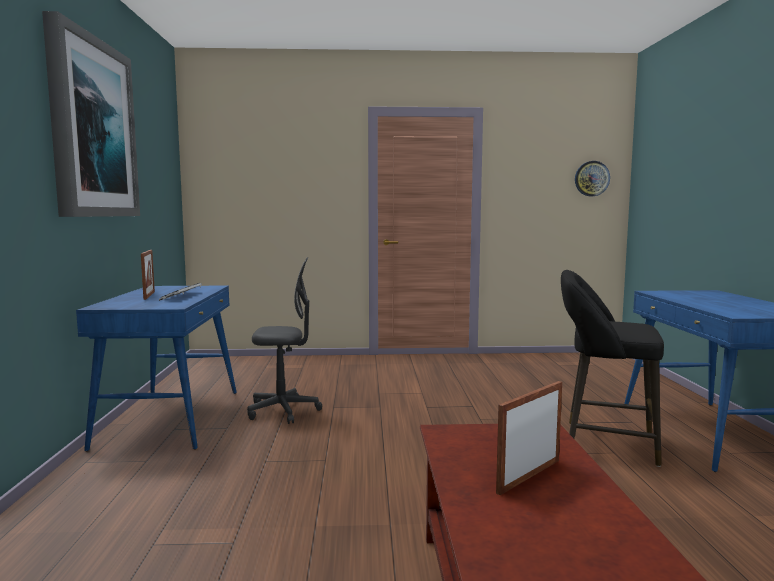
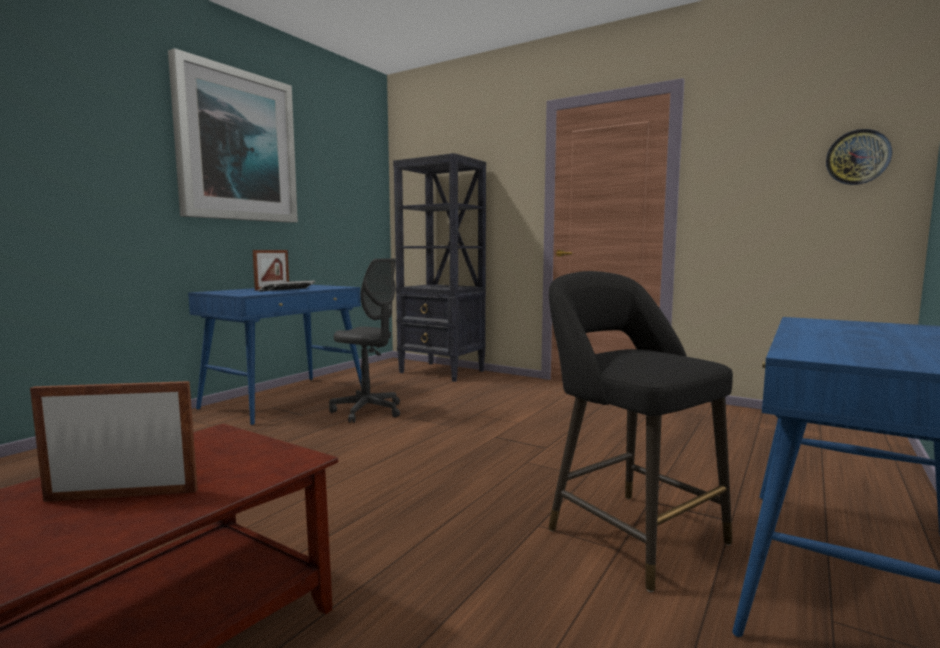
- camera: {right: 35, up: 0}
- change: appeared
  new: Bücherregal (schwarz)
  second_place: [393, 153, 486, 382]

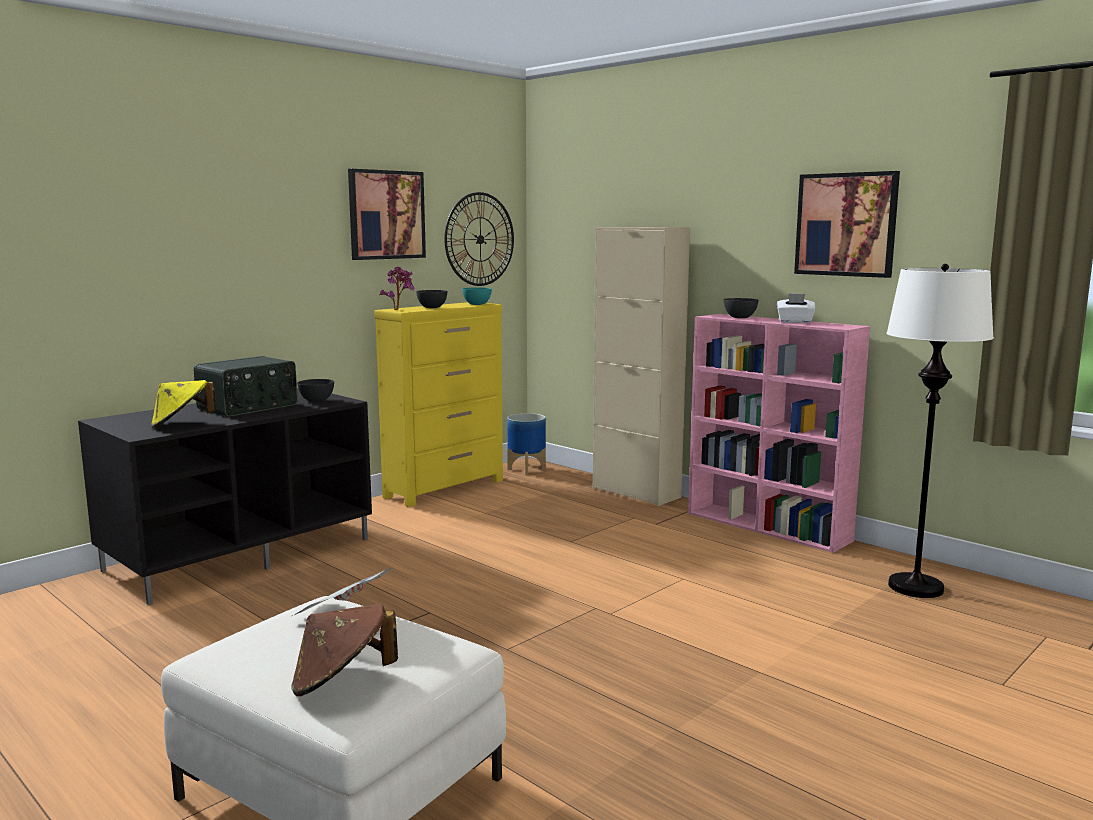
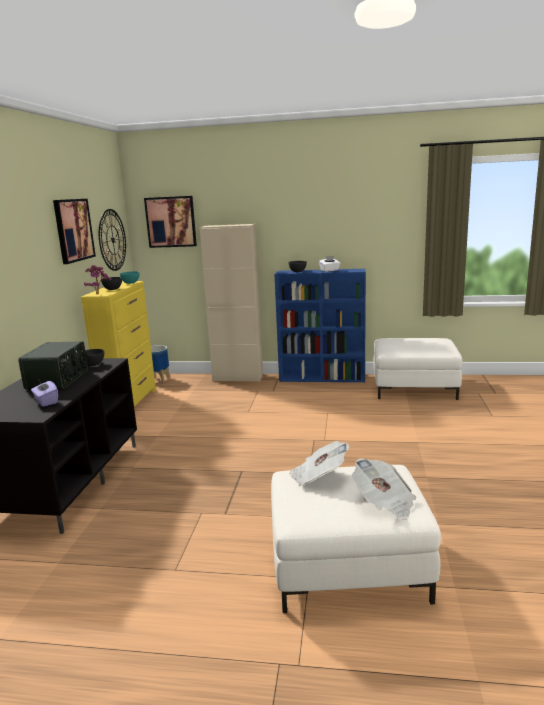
- camera: {right: -35, up: 5}
- change: exchanged
  old: Hut (gelb)
  new: Taschentuchbox (lila)
  first_place: [151, 380, 216, 428]
  second_place: [31, 381, 58, 407]
- change: exchanged
  old: Hut (braun)
  new: Zeitung
  first_place: [291, 604, 398, 696]
  second_place: [352, 458, 416, 520]
- change: colour
  old: Bücherregal (rosa)
  new: Bücherregal (blau)
  first_place: [688, 314, 870, 553]
  second_place: [274, 269, 366, 382]
- change: relocated
  old: Bild
  first_place: [794, 171, 900, 278]
  second_place: [144, 196, 197, 248]
- change: exchanged
  old: Stehlampe (weiß)
  new: Polsterhocker (weiß)
  first_place: [886, 264, 994, 598]
  second_place: [374, 338, 462, 400]

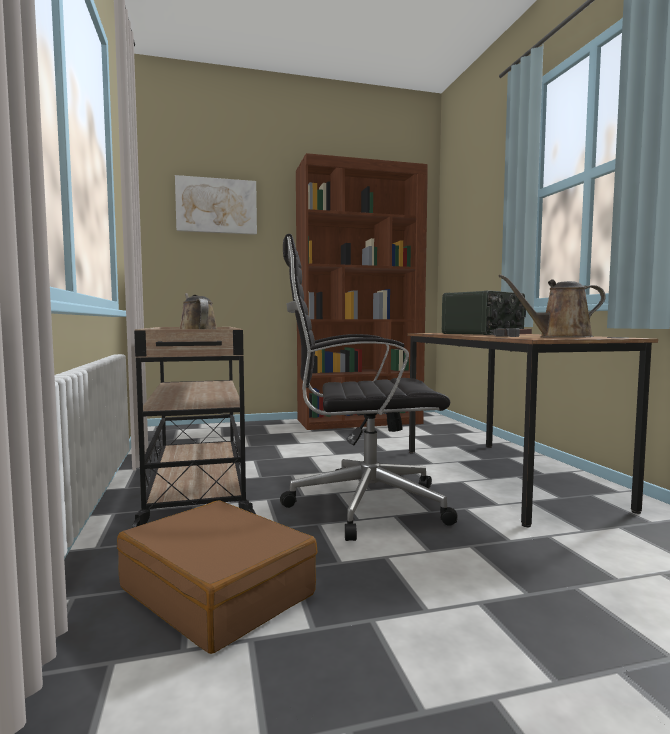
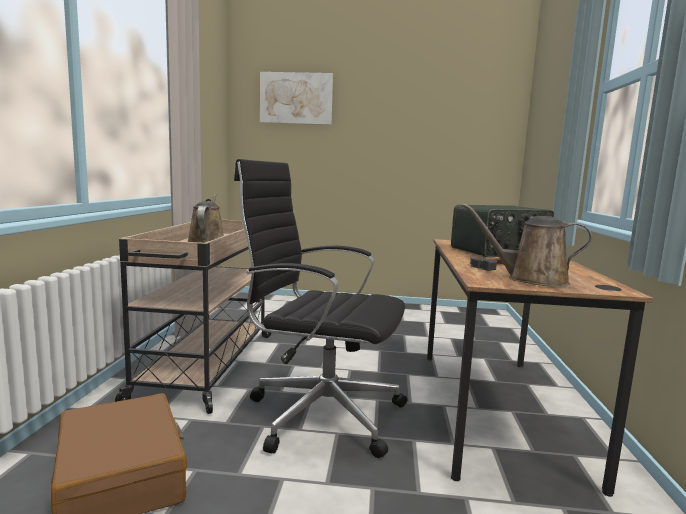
- camera: {right: 20, up: 5}
- change: missing
  old: Bücherregal (braun)
  first_place: [296, 153, 428, 430]

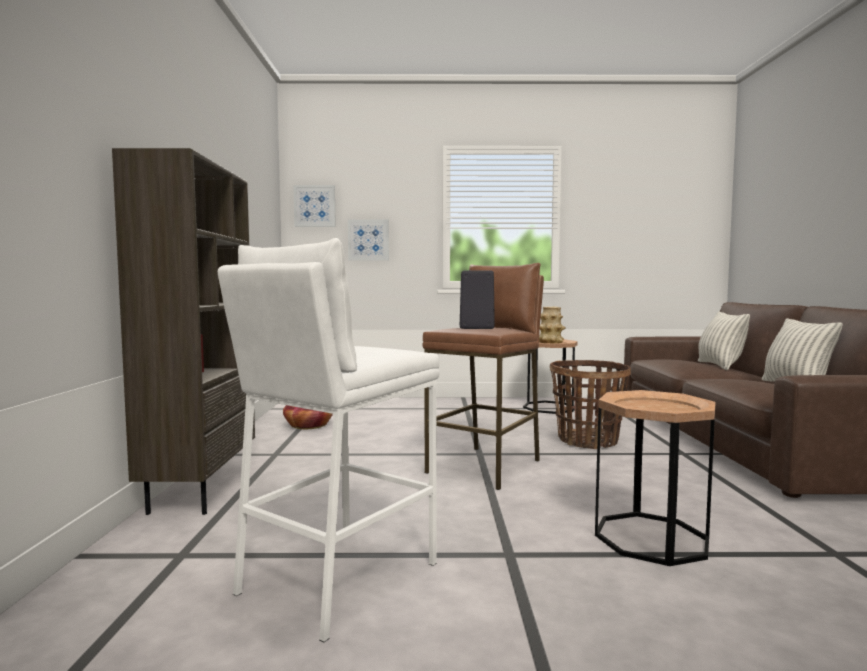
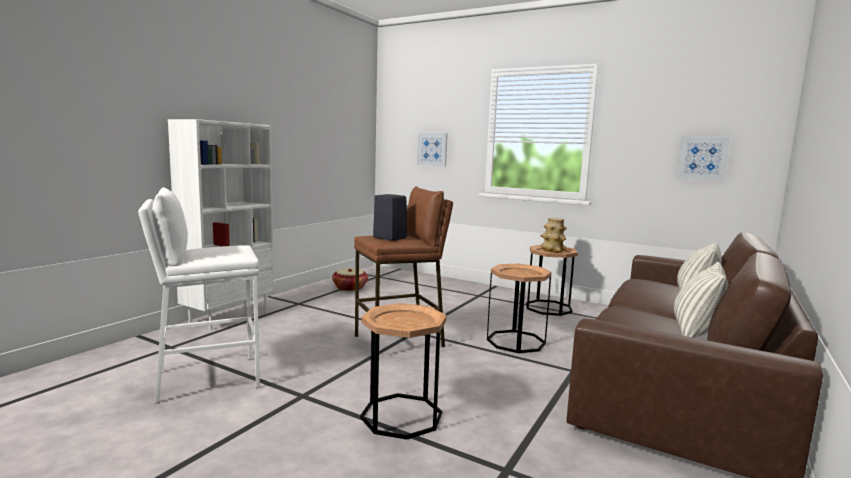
- camera: {right: 30, up: 5}
- change: colour
  old: Bücherregal (braun)
  new: Bücherregal (weiß)
  first_place: [112, 148, 255, 515]
  second_place: [168, 119, 274, 330]
- change: relocated
  old: Bild
  first_place: [293, 185, 336, 227]
  second_place: [677, 136, 731, 181]
- change: exchanged
  old: Korb
  new: Beistelltisch (braun)
  first_place: [550, 360, 631, 449]
  second_place: [487, 264, 551, 353]

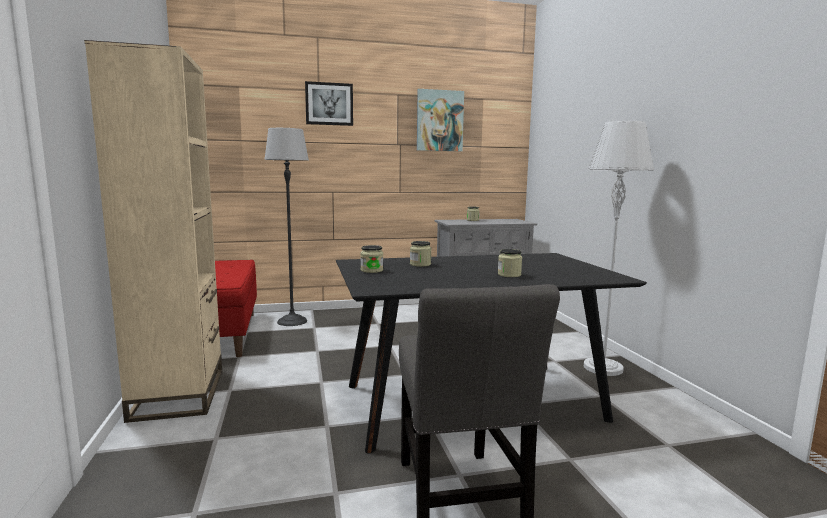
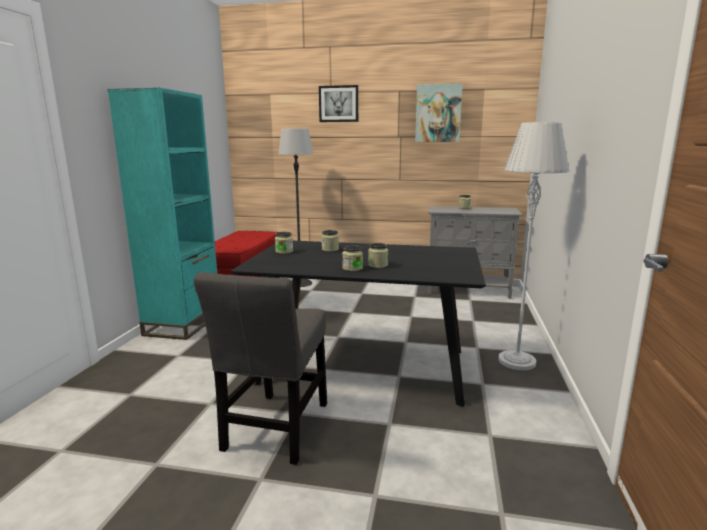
- camera: {right: 25, up: 5}
- change: colour
  old: Bücherregal (beige)
  new: Bücherregal (türkis)
  first_place: [84, 40, 222, 423]
  second_place: [108, 88, 217, 340]
- change: appeared
  new: Vorratsglas
  second_place: [342, 246, 363, 271]

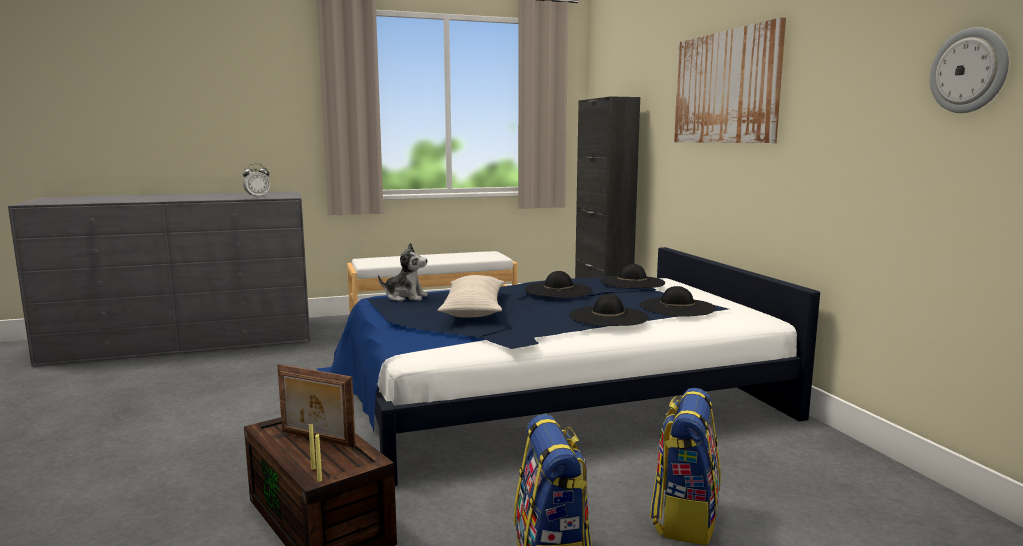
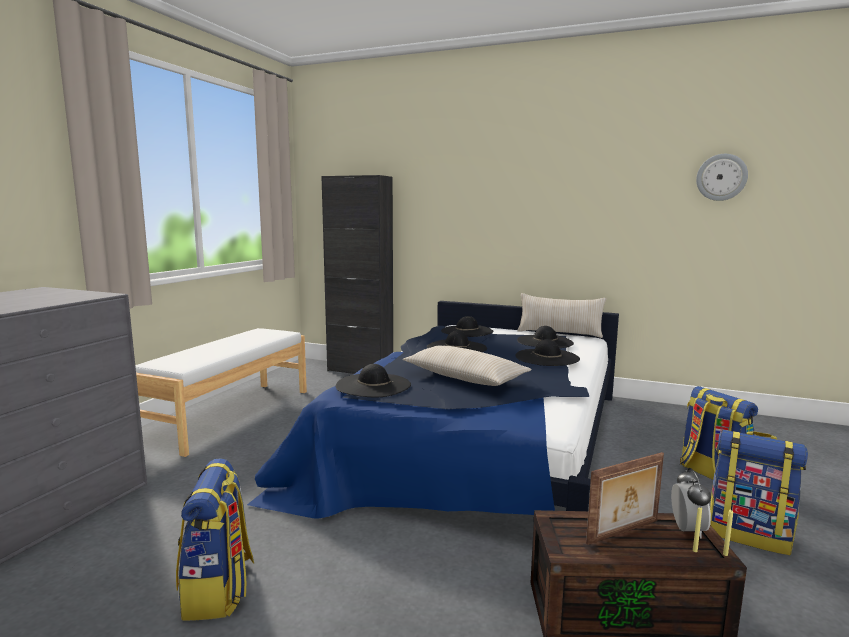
- camera: {right: -50, up: 0}
- change: relocated
  old: Wecker
  first_place: [243, 163, 270, 198]
  second_place: [671, 468, 711, 538]
- change: exchanged
  old: Plüschtier
  new: Hut (schwarz)
  first_place: [378, 243, 428, 301]
  second_place: [336, 364, 411, 397]
- change: missing
  old: Bild
  first_place: [674, 17, 786, 143]
- change: appeared
  new: Rucksack
  second_place: [176, 458, 254, 621]
- change: appeared
  new: Kissen (beige)
  second_place: [517, 293, 606, 338]

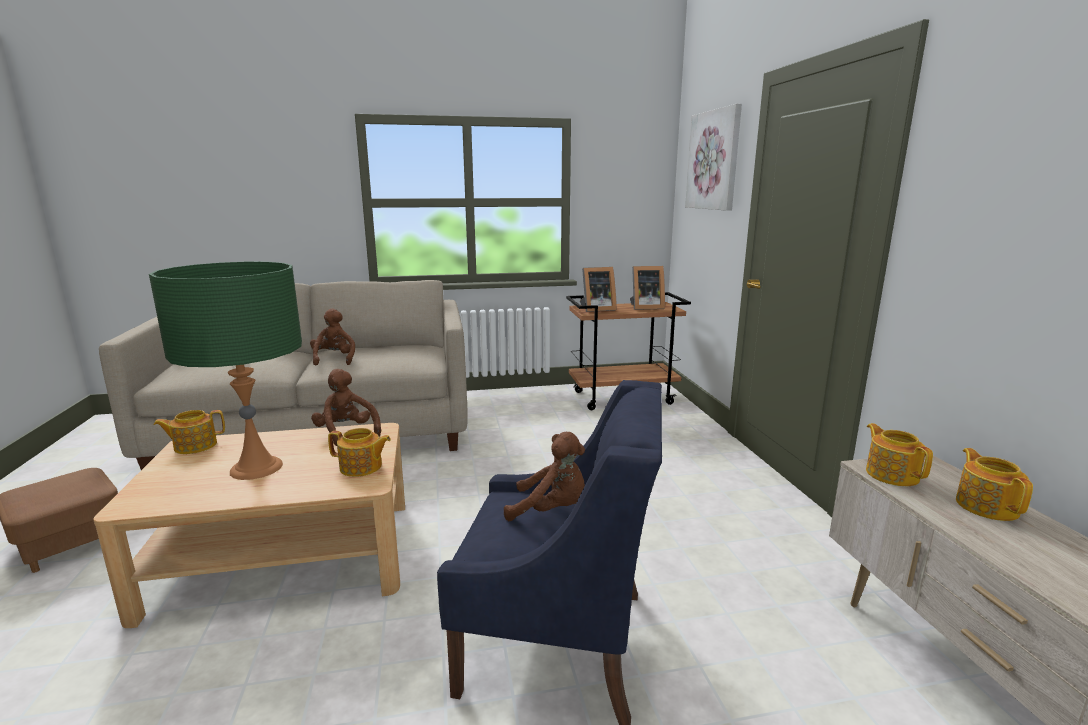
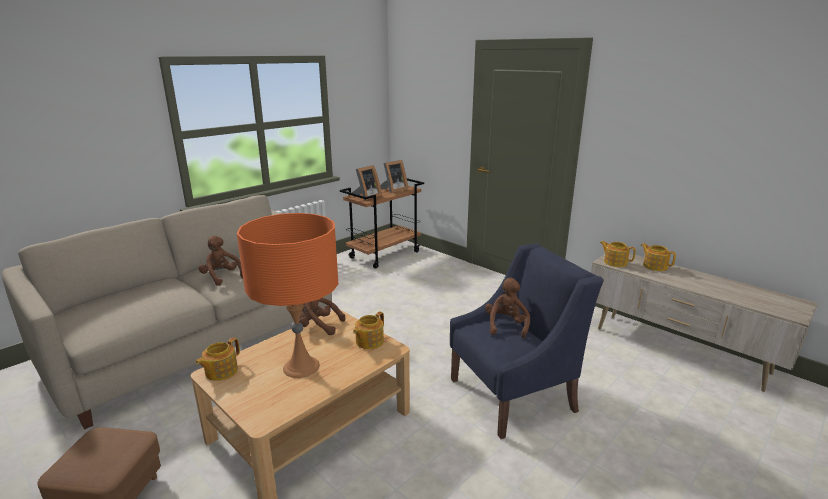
- camera: {right: -35, up: 5}
- change: colour
  old: Tischlampe (grün)
  new: Tischlampe (orange)
  first_place: [149, 262, 302, 480]
  second_place: [237, 213, 338, 378]
- change: spun
  old: Teekanne
  first_place: [328, 428, 391, 477]
  second_place: [353, 312, 384, 349]
  degrees: 150
- change: spun
  old: Plüschtier (braun)
  first_place: [504, 432, 585, 521]
  second_place: [485, 278, 530, 338]
  degrees: -60
- change: missing
  old: Bild
  first_place: [685, 104, 742, 211]

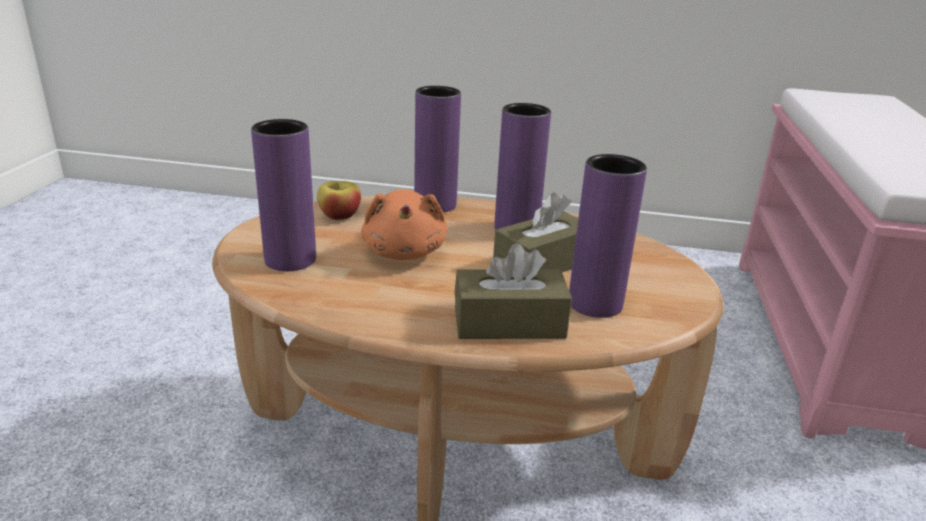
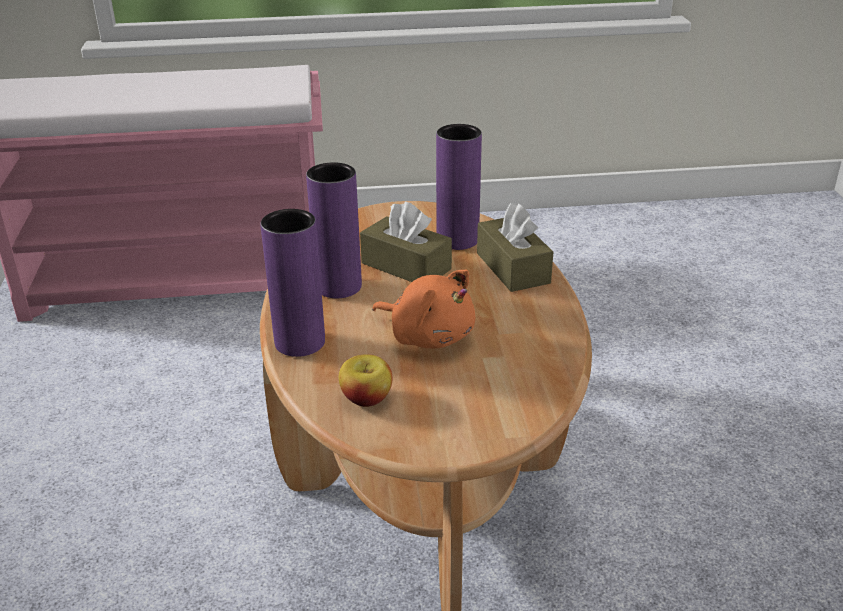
- camera: {right: -105, up: 5}
- change: missing
  old: Vase (lila)
  first_place: [251, 119, 316, 271]
- change: spun
  old: Plüschtier (orange)
  first_place: [361, 189, 447, 260]
  second_place: [372, 270, 475, 349]
  degrees: 60

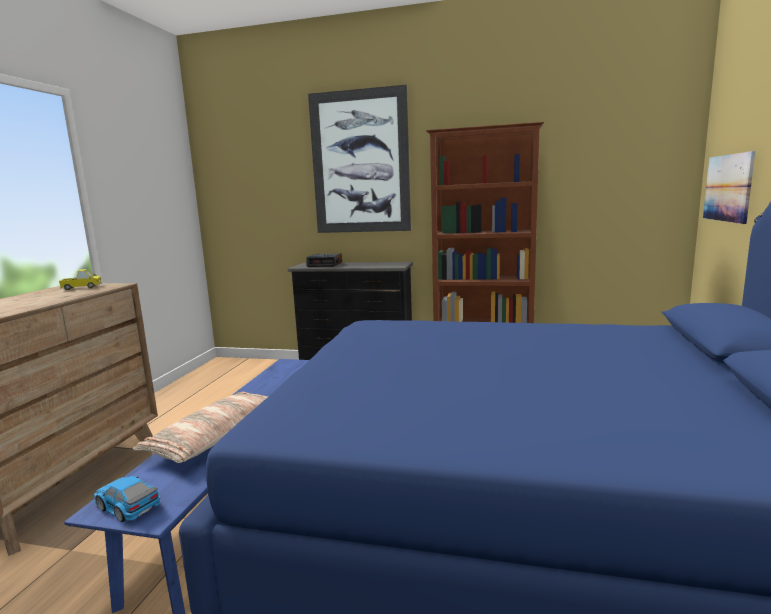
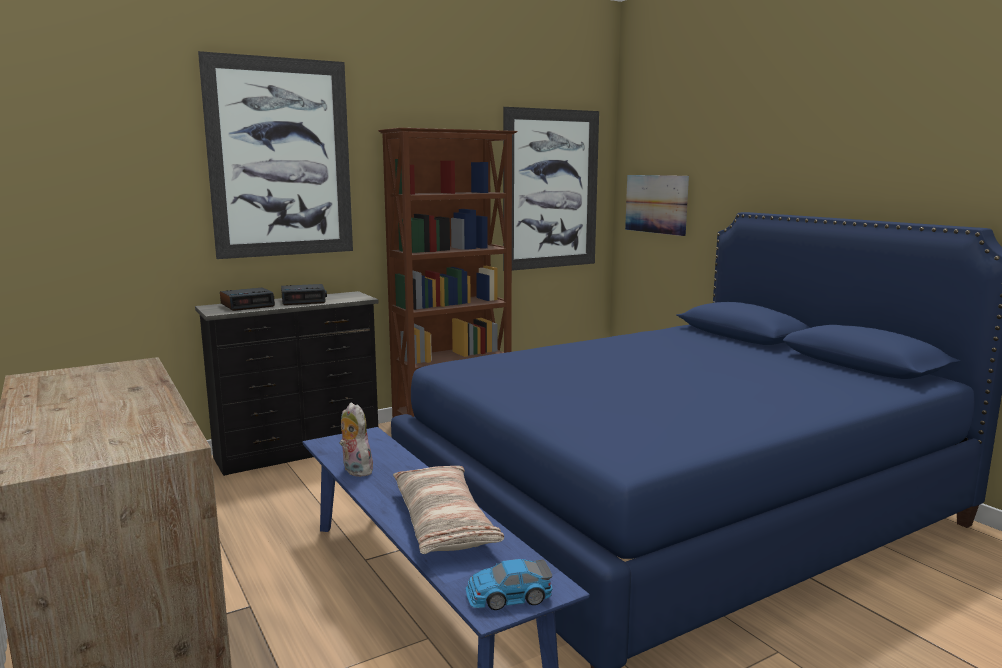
- camera: {right: -45, up: 0}
- change: missing
  old: Spielzeuglaster
  first_place: [59, 269, 102, 290]
- change: appeared
  new: Wecker
  second_place: [281, 284, 327, 305]
- change: appeared
  new: Plüschtier
  second_place: [339, 402, 373, 477]
- change: appeared
  new: Bild
  second_place: [503, 107, 599, 271]

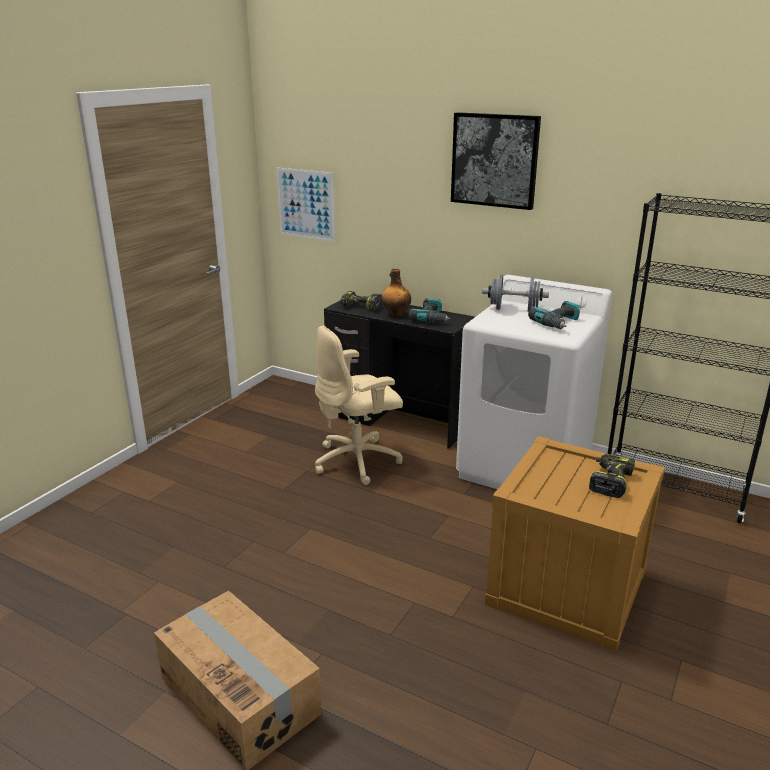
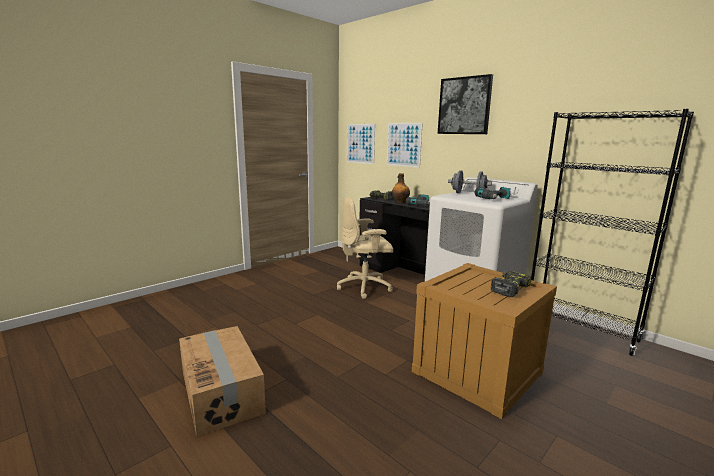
- camera: {right: 15, up: -10}
- change: appeared
  new: Bild
  second_place: [387, 123, 423, 168]

